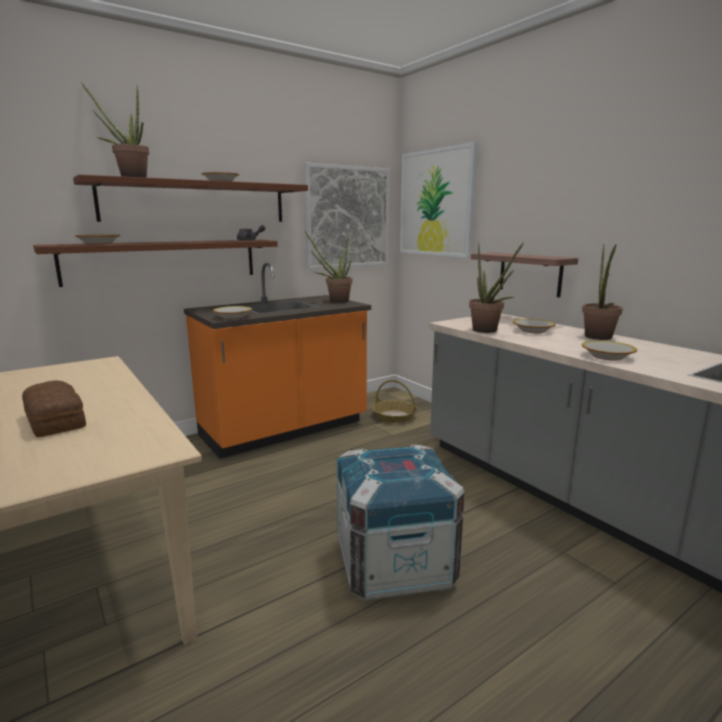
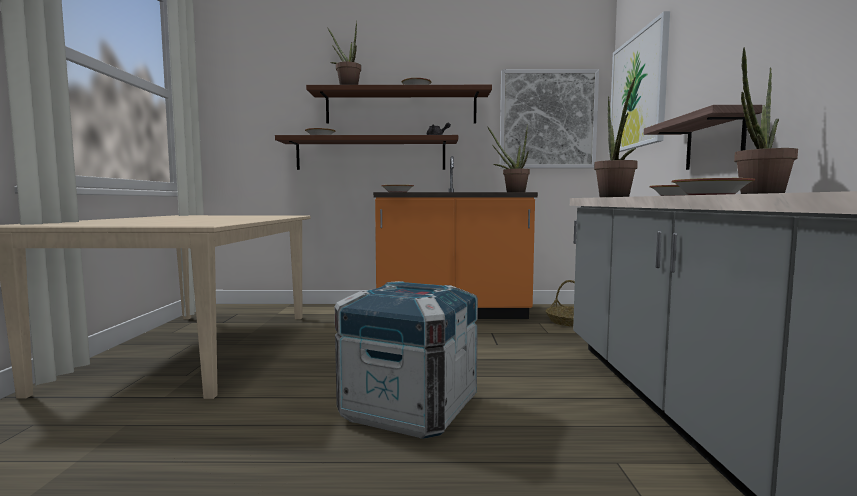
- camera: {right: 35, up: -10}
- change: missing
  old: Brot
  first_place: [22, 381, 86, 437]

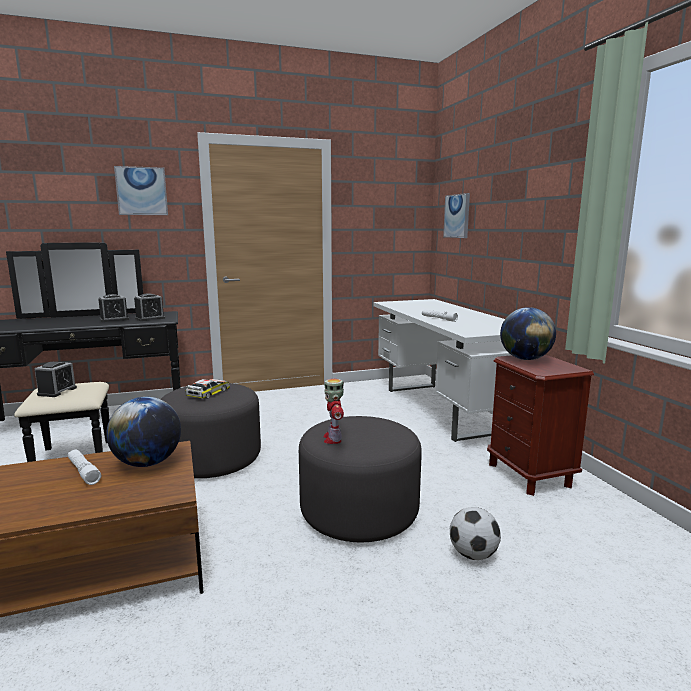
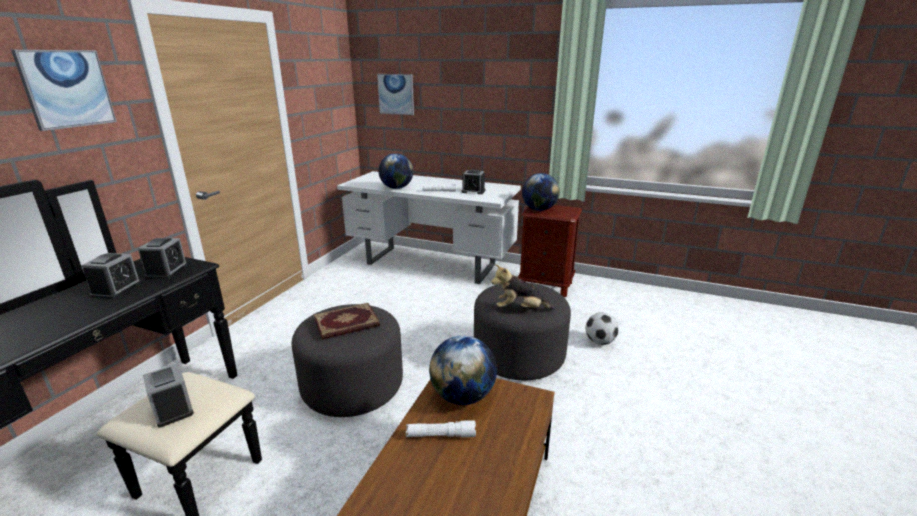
- camera: {right: -50, up: 10}
- change: exchanged
  old: Spielzeugauto
  new: Buch
  first_place: [185, 379, 230, 399]
  second_place: [314, 303, 380, 340]
- change: exchanged
  old: Spielzeugroboter
  new: Plüschtier
  first_place: [323, 379, 344, 444]
  second_place: [491, 264, 555, 310]
- change: appeared
  new: Globus
  second_place: [378, 153, 413, 189]
- change: appeared
  new: Wecker
  second_place: [461, 169, 485, 194]

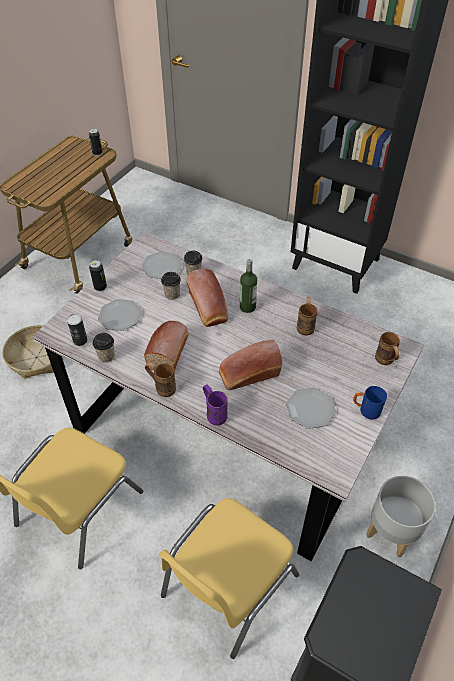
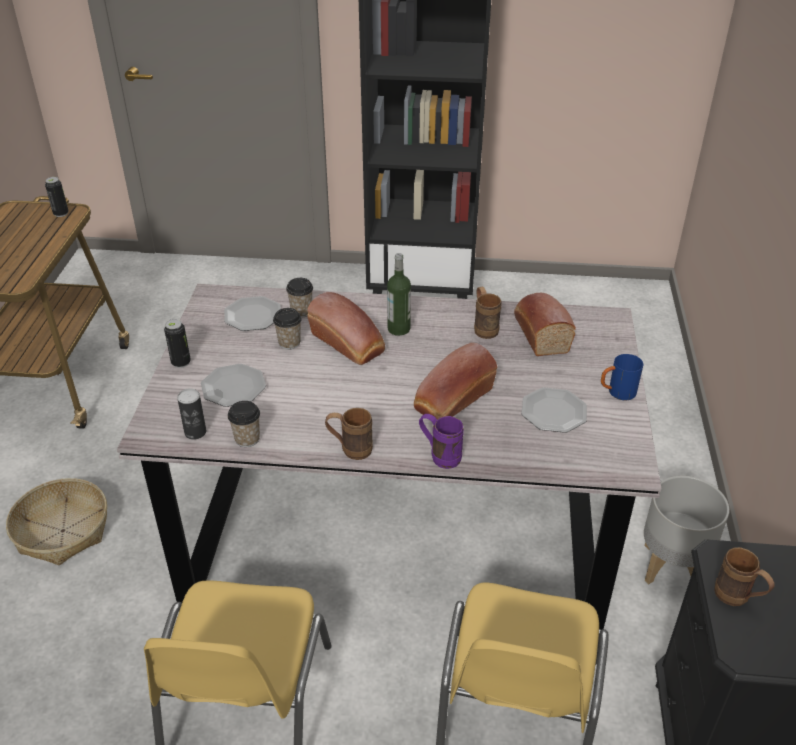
- camera: {right: -25, up: -10}
- change: relocated
  old: Brot
  first_place: [144, 321, 189, 372]
  second_place: [514, 293, 576, 356]
- change: relocated
  old: Henkelbecher (braun)
  first_place: [375, 332, 400, 365]
  second_place: [714, 547, 774, 606]

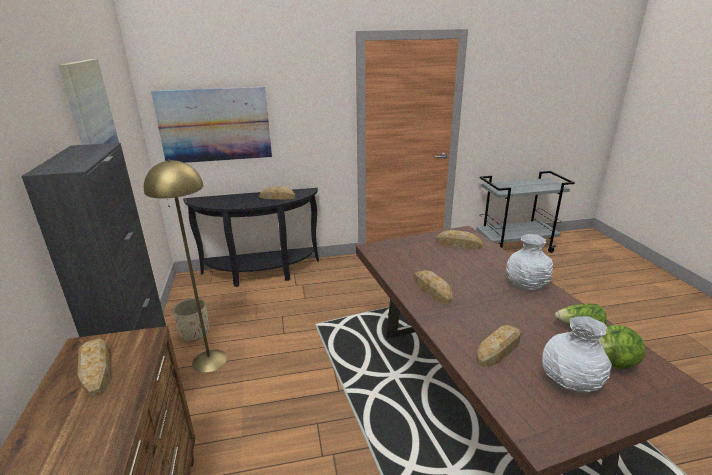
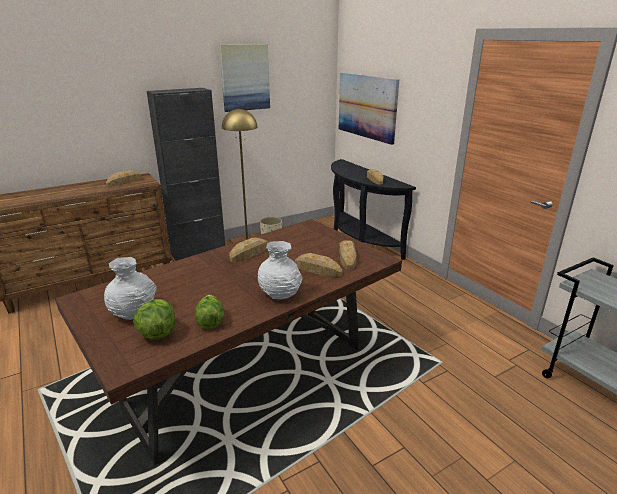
- camera: {right: 70, up: 0}
- change: relocated
  old: Brot
  first_place: [476, 325, 521, 367]
  second_place: [295, 253, 343, 277]

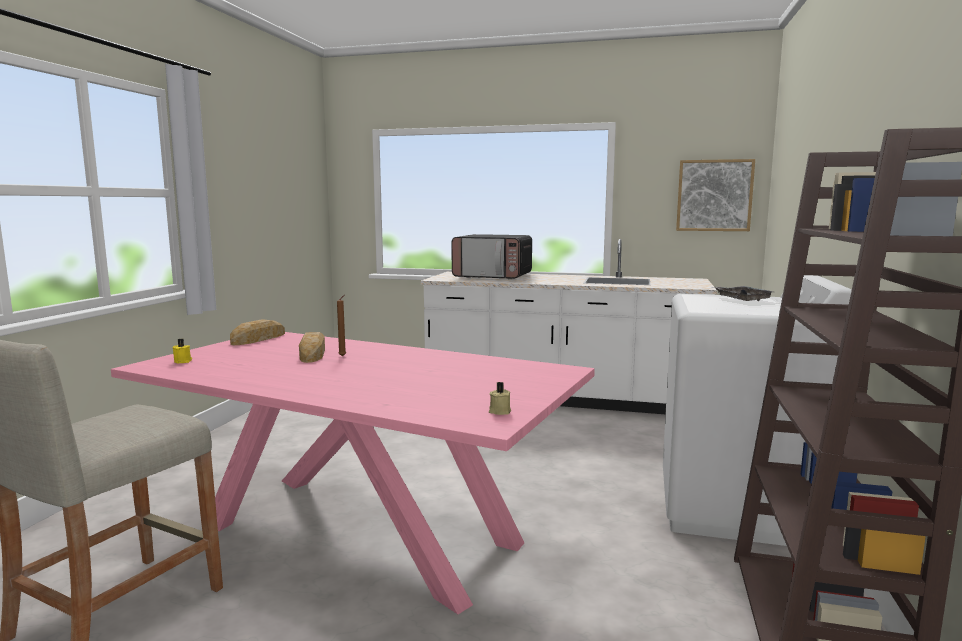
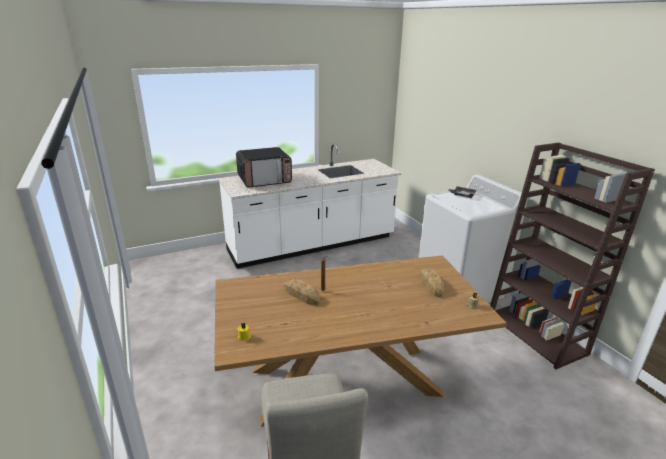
- camera: {right: -40, up: 15}
- change: colour
  old: Esstisch (rosa)
  new: Esstisch (braun)
  first_place: [111, 332, 595, 614]
  second_place: [214, 255, 507, 426]
- change: relocated
  old: Brot
  first_place: [230, 319, 285, 345]
  second_place: [421, 268, 444, 297]
- change: missing
  old: Bild
  first_place: [676, 159, 755, 231]

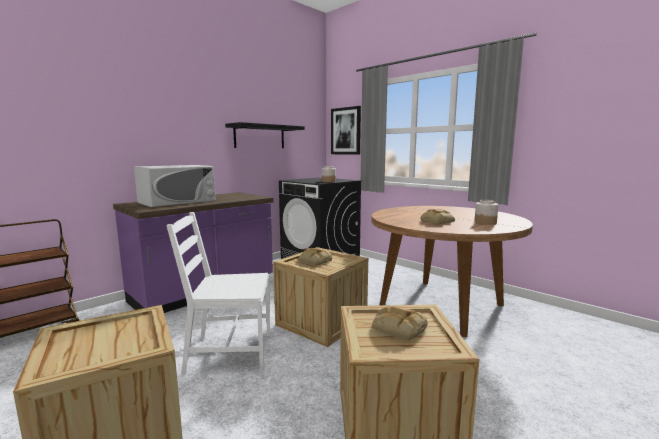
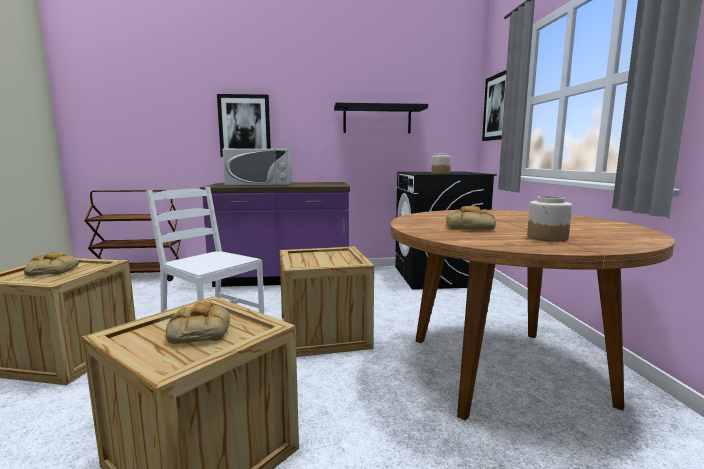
- camera: {right: 40, up: 0}
- change: relocated
  old: Brot
  first_place: [298, 248, 332, 266]
  second_place: [24, 252, 79, 276]
- change: appeared
  new: Bild
  second_place: [217, 94, 271, 157]

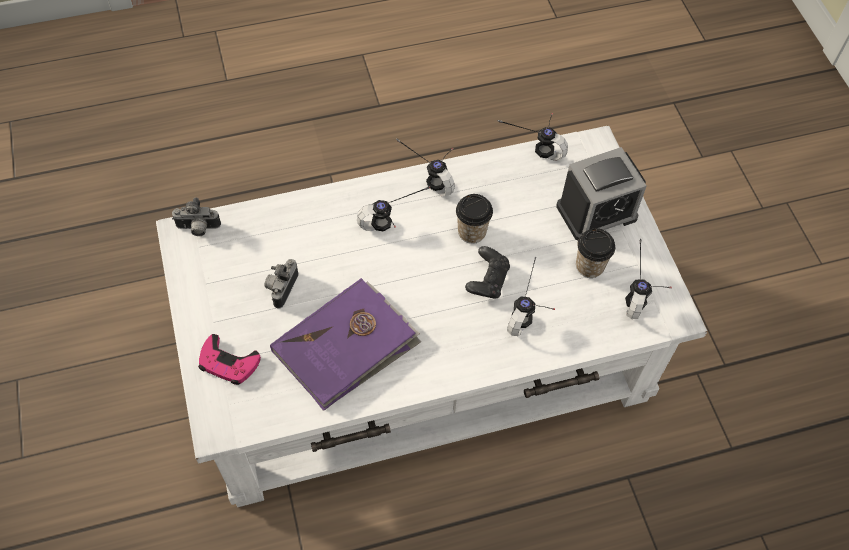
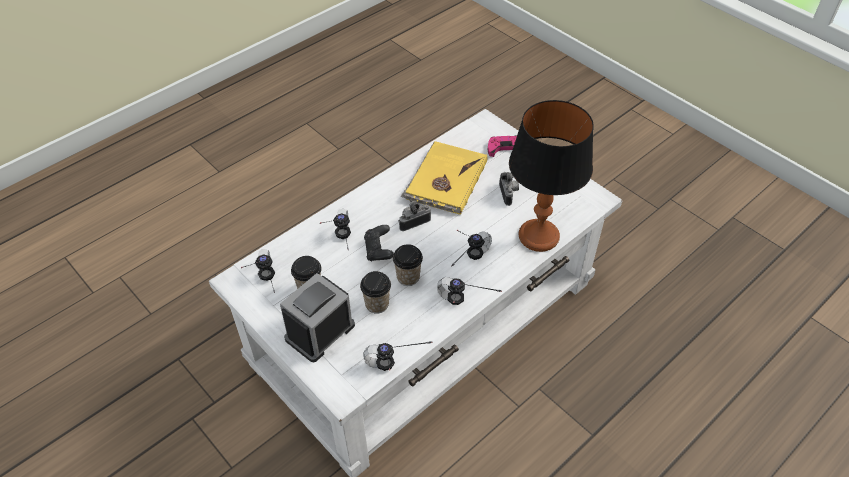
- camera: {right: 155, up: -10}
- change: relocated
  old: Kamera
  first_place: [172, 197, 221, 236]
  second_place: [398, 199, 431, 231]
- change: colour
  old: Buch (lila)
  new: Buch (gelb)
  first_place: [270, 278, 421, 410]
  second_place: [401, 141, 488, 215]
- change: appeared
  new: Tasse
  second_place: [360, 271, 391, 314]
- change: appeared
  new: Tischlampe
  second_place: [509, 100, 594, 252]

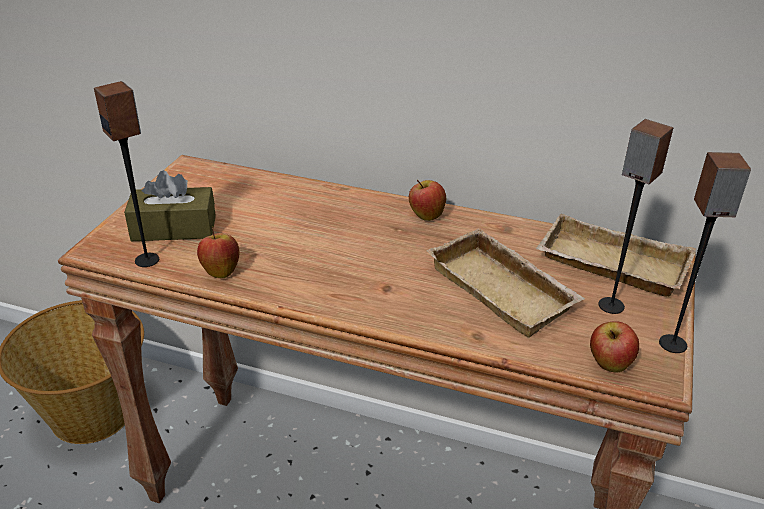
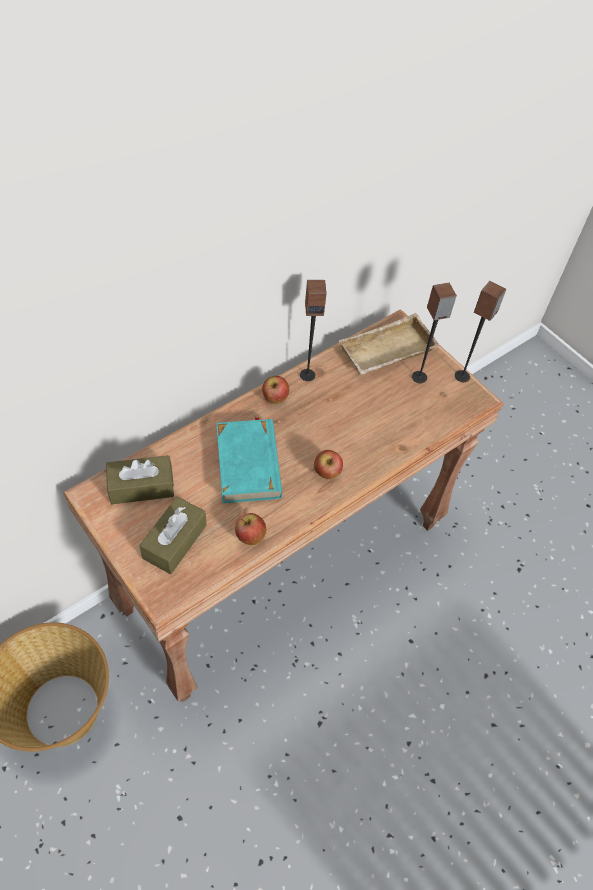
- camera: {right: -60, up: 20}
- change: relocated
  old: Lautsprecher
  first_place: [94, 81, 159, 267]
  second_place: [300, 280, 327, 381]
- change: missing
  old: Tablett (beige)
  first_place: [426, 228, 585, 338]
- change: relocated
  old: Apfel
  first_place: [590, 321, 639, 372]
  second_place: [314, 450, 343, 479]
- change: appeared
  new: Taschentuchbox (braun)
  second_place: [106, 455, 174, 504]
- change: appeared
  new: Buch (türkis)
  second_place: [216, 417, 282, 503]

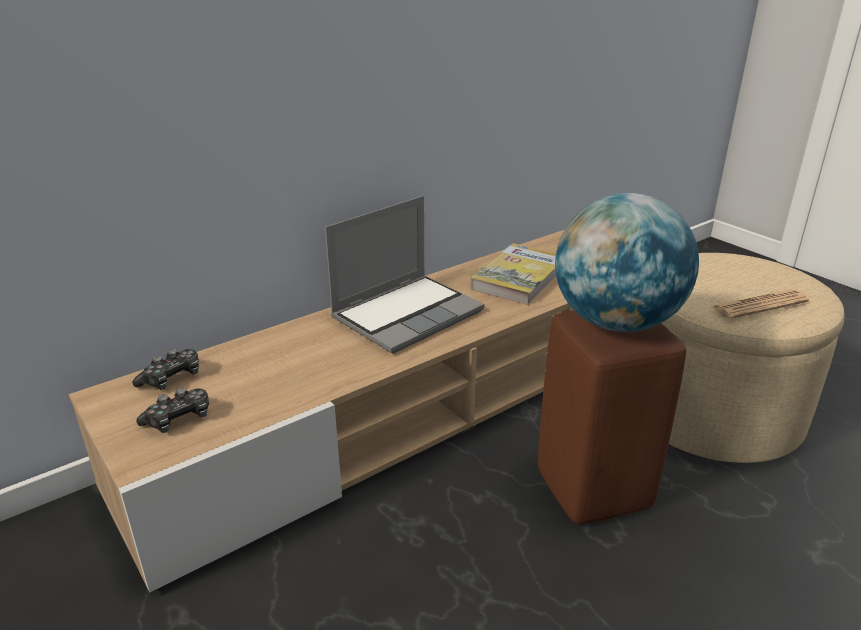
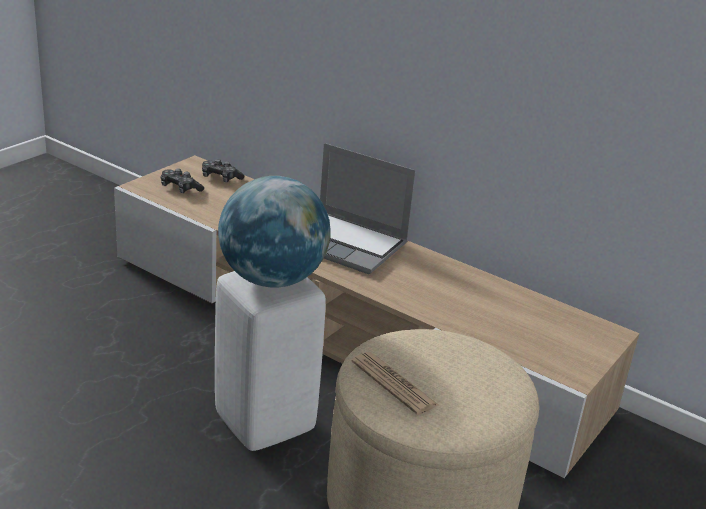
- camera: {right: 70, up: 0}
- change: missing
  old: Buch
  first_place: [470, 243, 556, 305]
- change: colour
  old: Hocker (braun)
  new: Hocker (weiß)
  first_place: [538, 310, 686, 524]
  second_place: [215, 271, 326, 451]

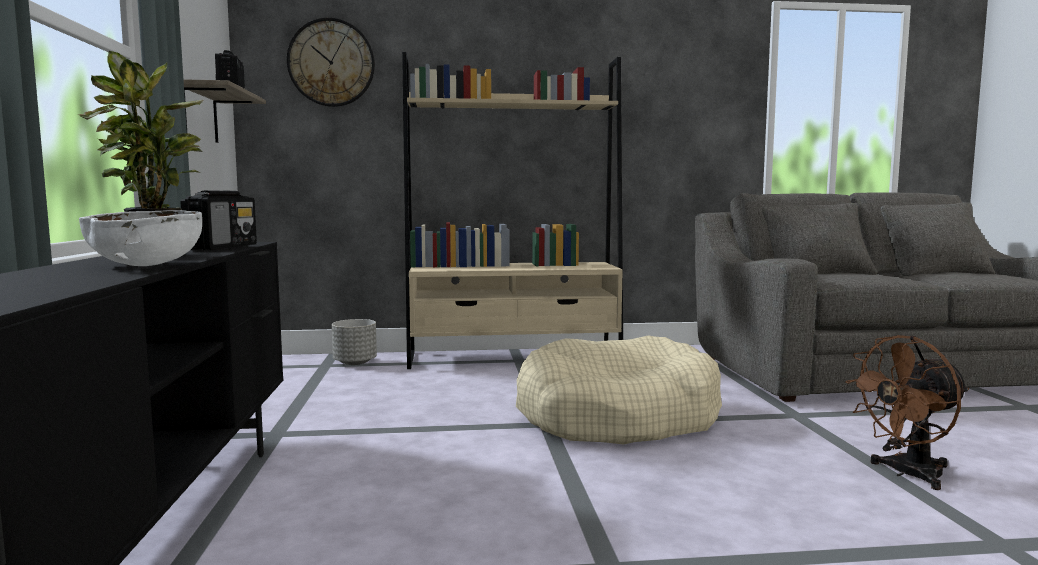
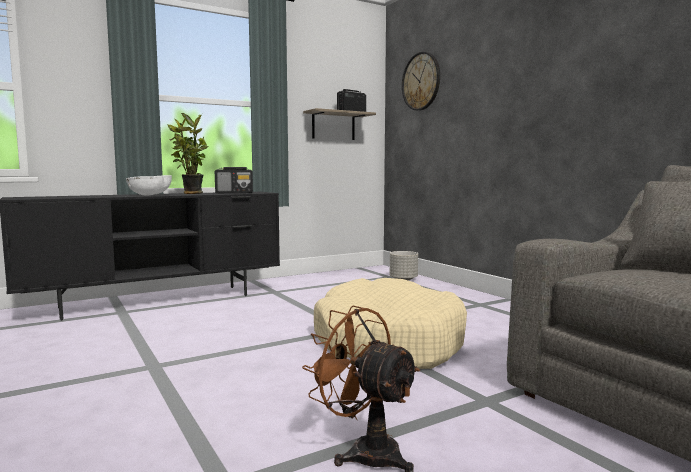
- camera: {right: 65, up: 0}
- change: missing
  old: Bücherregal (beige)
  first_place: [402, 52, 623, 369]

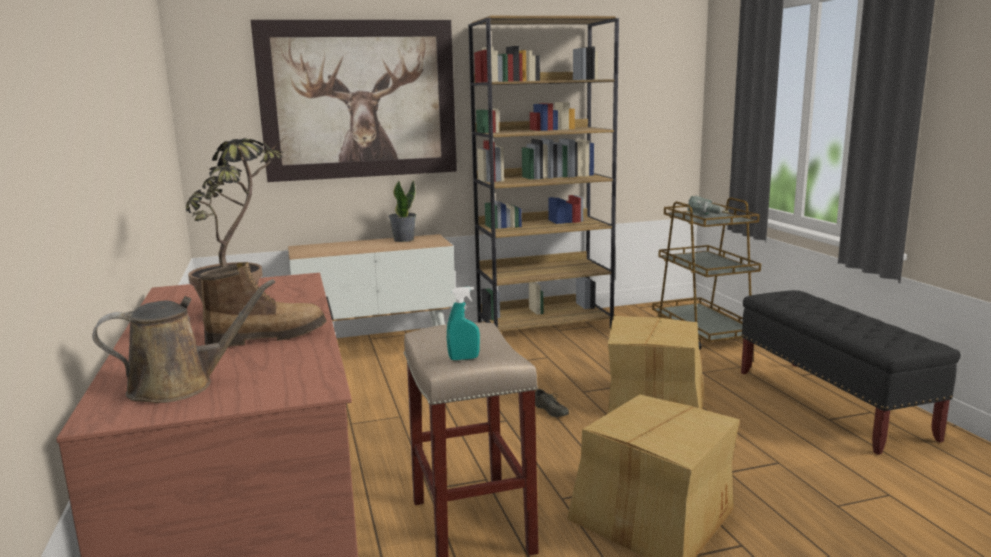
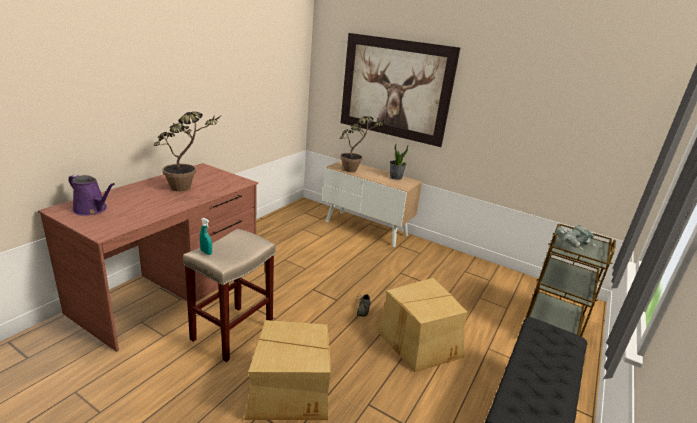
- camera: {right: 45, up: 10}
- change: colour
  old: Gießkanne (braun)
  new: Gießkanne (lila)
  first_place: [93, 279, 275, 403]
  second_place: [68, 174, 115, 216]
- change: missing
  old: Stiefel
  first_place: [200, 262, 327, 347]
- change: missing
  old: Bücherregal (braun)
  first_place: [468, 16, 619, 332]
- change: appeared
  new: Topfpflanze
  second_place: [340, 116, 385, 172]

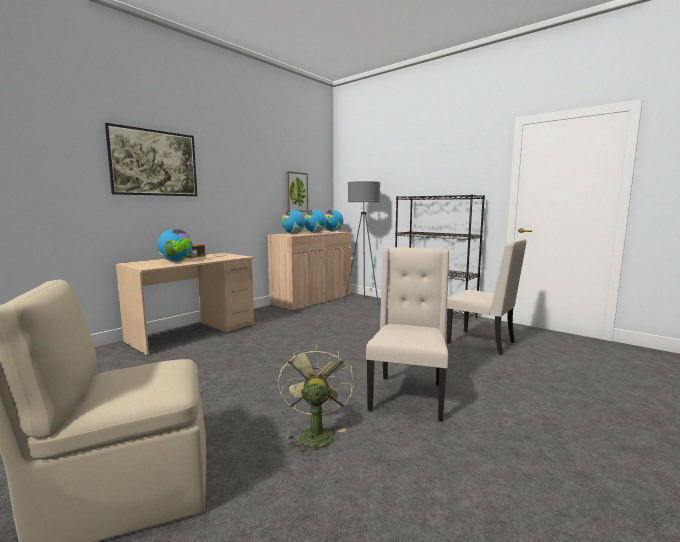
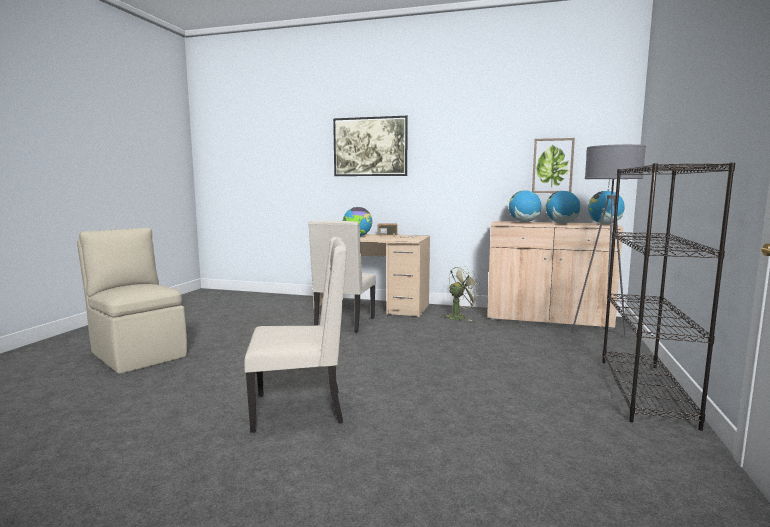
- camera: {right: 65, up: 0}
- change: relocated
  old: Ventilator (grün)
  first_place: [278, 344, 354, 456]
  second_place: [441, 266, 480, 321]
- change: relocated
  old: Stuhl (beige)
  first_place: [447, 239, 526, 355]
  second_place: [308, 221, 376, 333]

